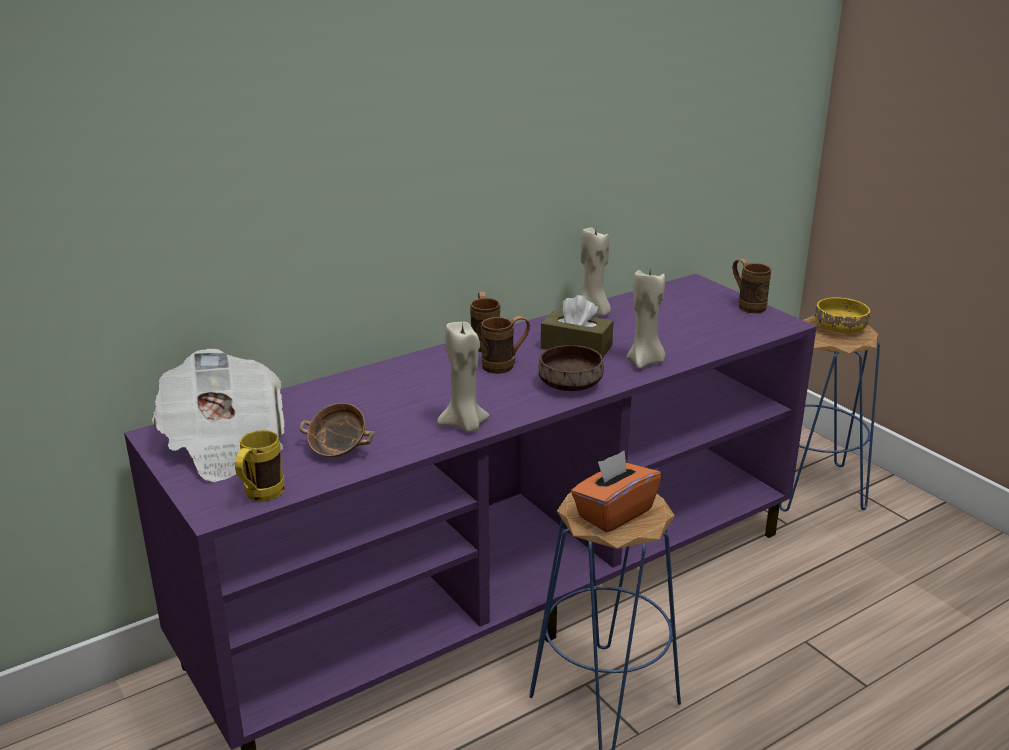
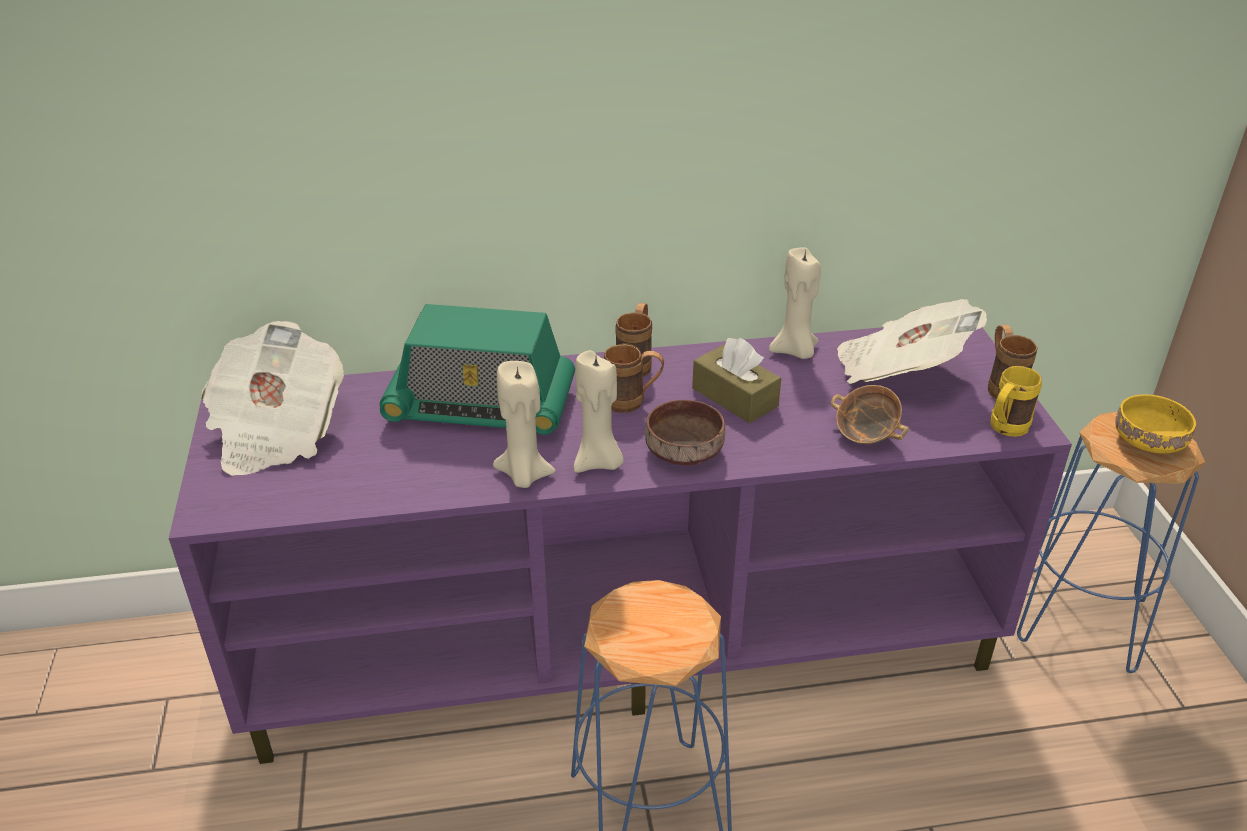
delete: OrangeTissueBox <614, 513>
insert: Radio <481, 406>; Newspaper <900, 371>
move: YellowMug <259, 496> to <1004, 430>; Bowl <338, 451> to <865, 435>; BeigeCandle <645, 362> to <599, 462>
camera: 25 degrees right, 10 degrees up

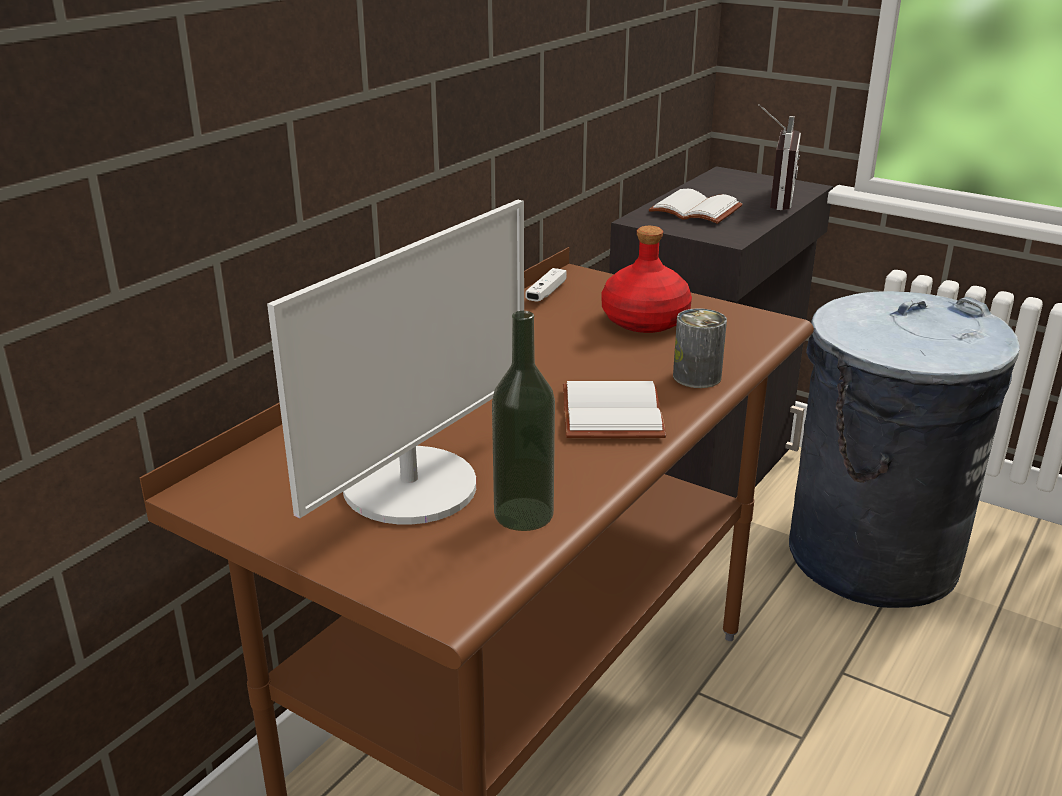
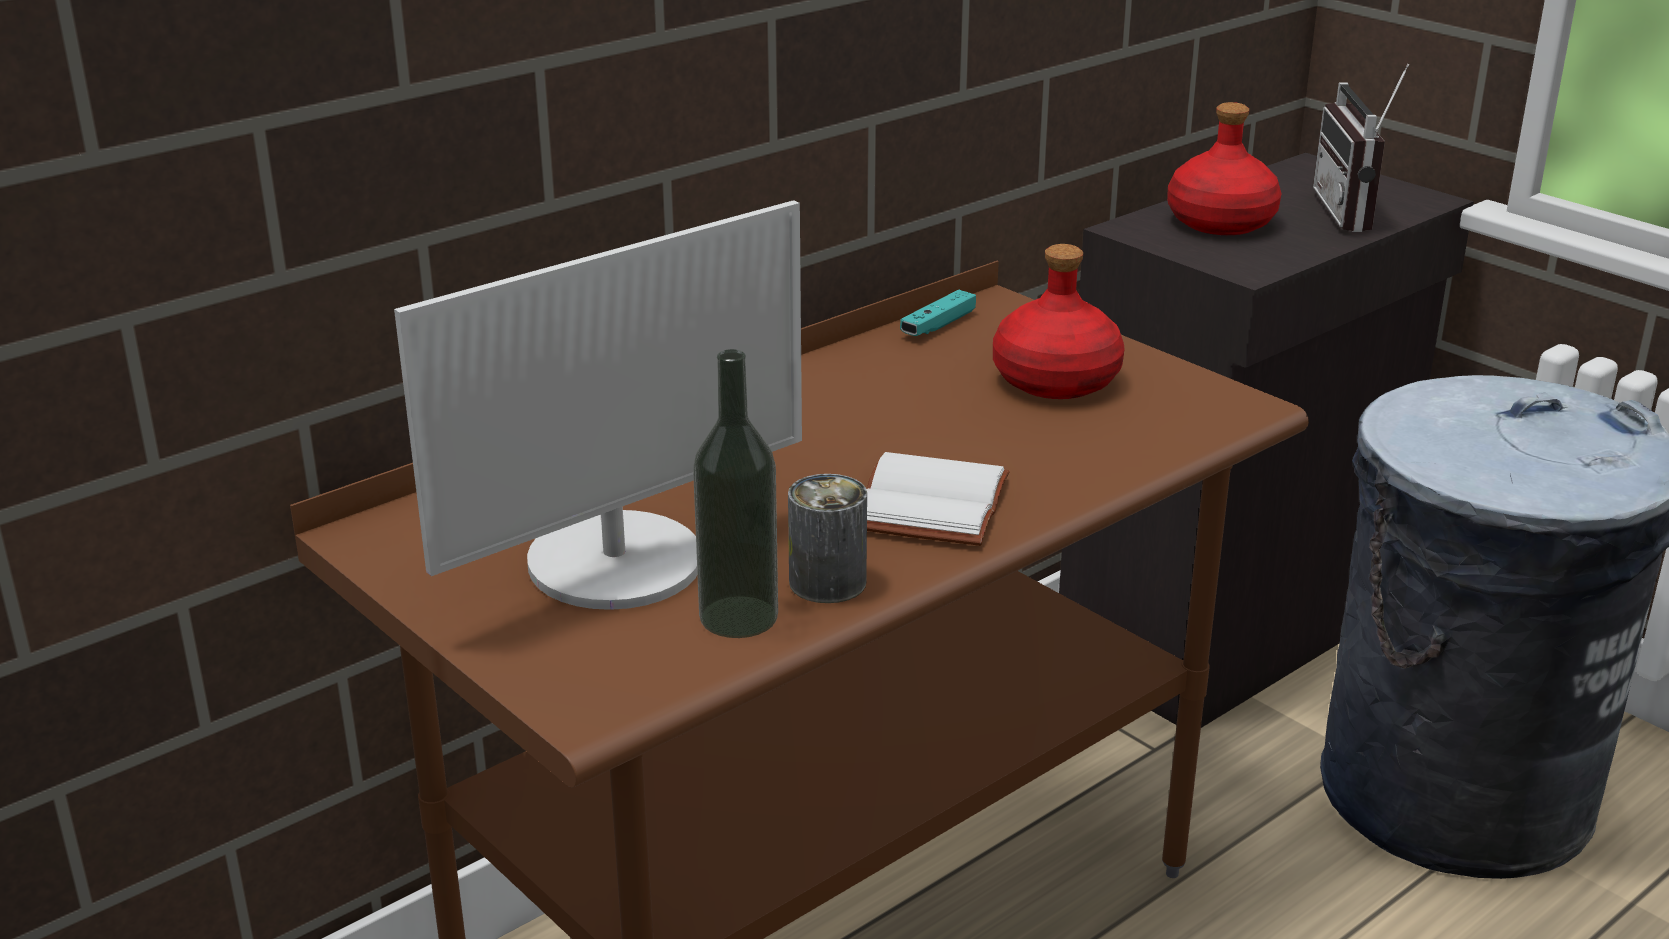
move: Can <697, 377> to <827, 582>
replace: WhiteBook <693, 211> to RedBottle <1219, 222>
recolor: WhiteGameController <546, 293> to TurquoiseGameController <938, 325>
rotate: Radio <771, 198> = <1357, 213> 150 degrees clockwise
camera: 15 degrees right, 0 degrees up

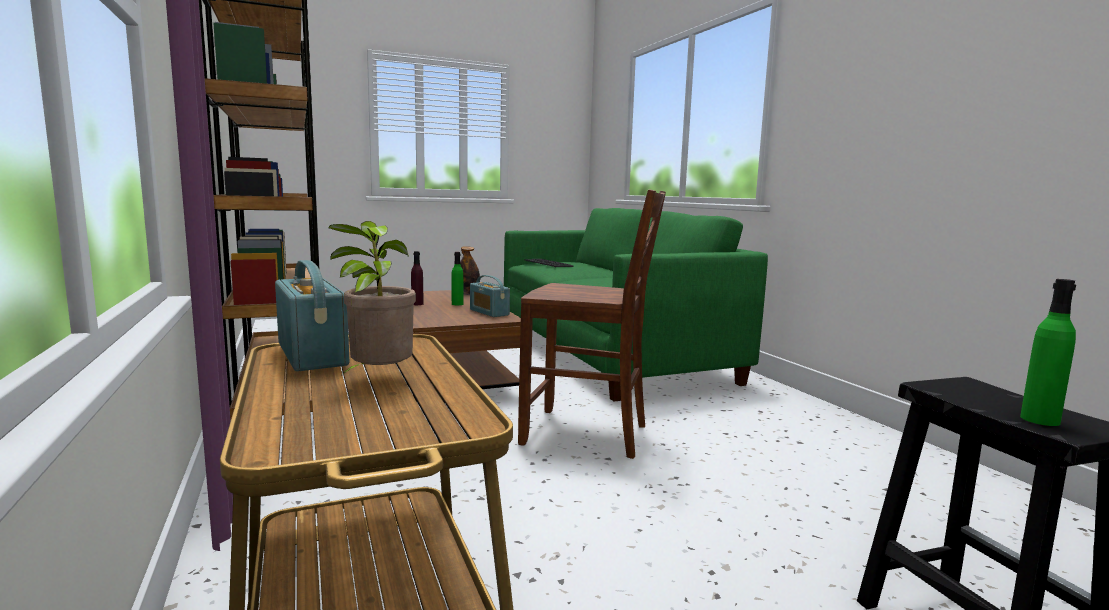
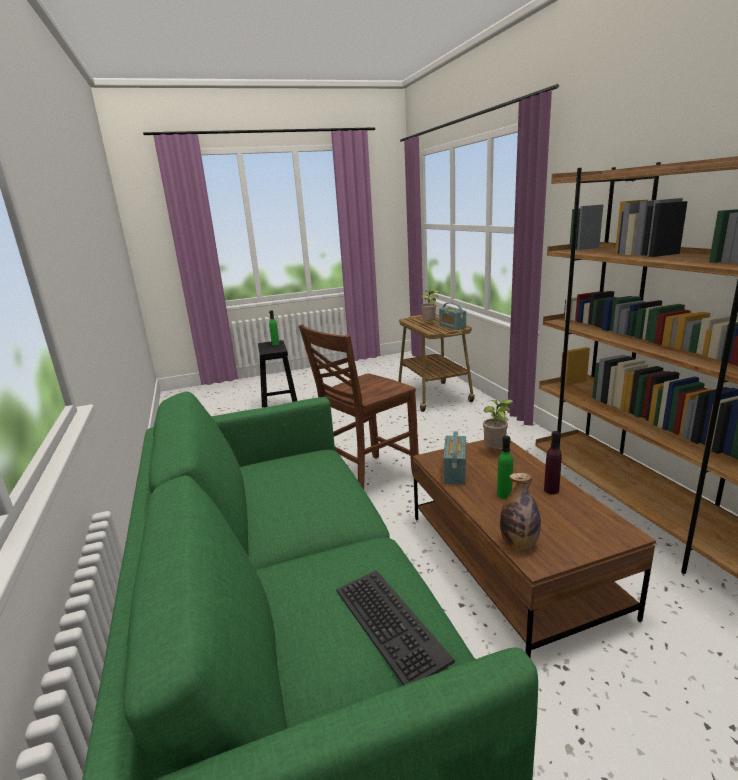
insert: PottedPlant <496, 451>
rotate: Radio <489, 312> = <454, 472> 135 degrees counterclockwise; BrownChair <587, 434> = <368, 480> 60 degrees counterclockwise
camera: 175 degrees left, 10 degrees up

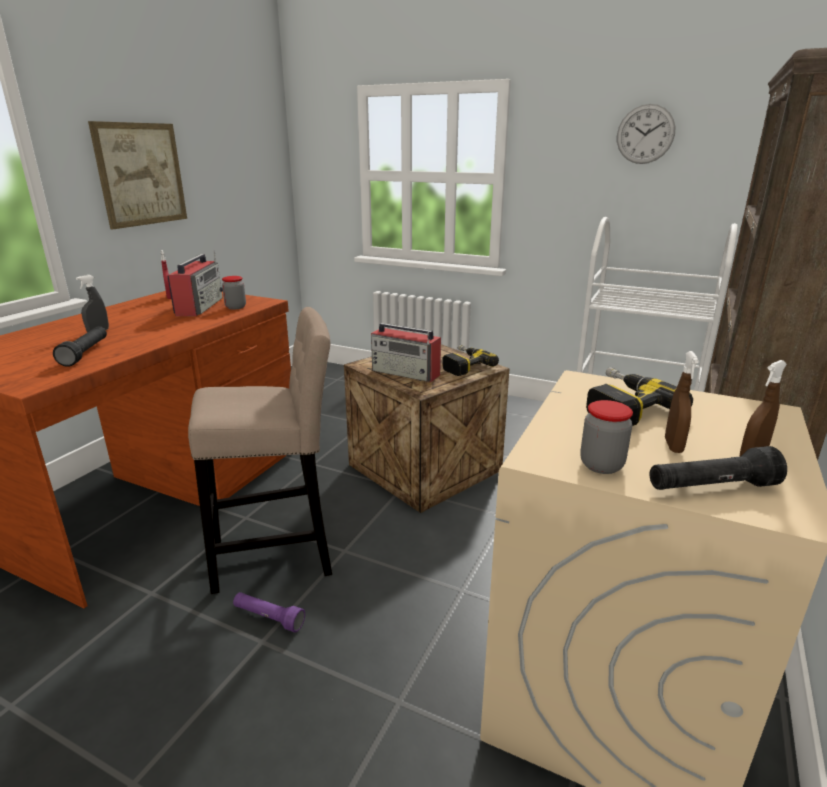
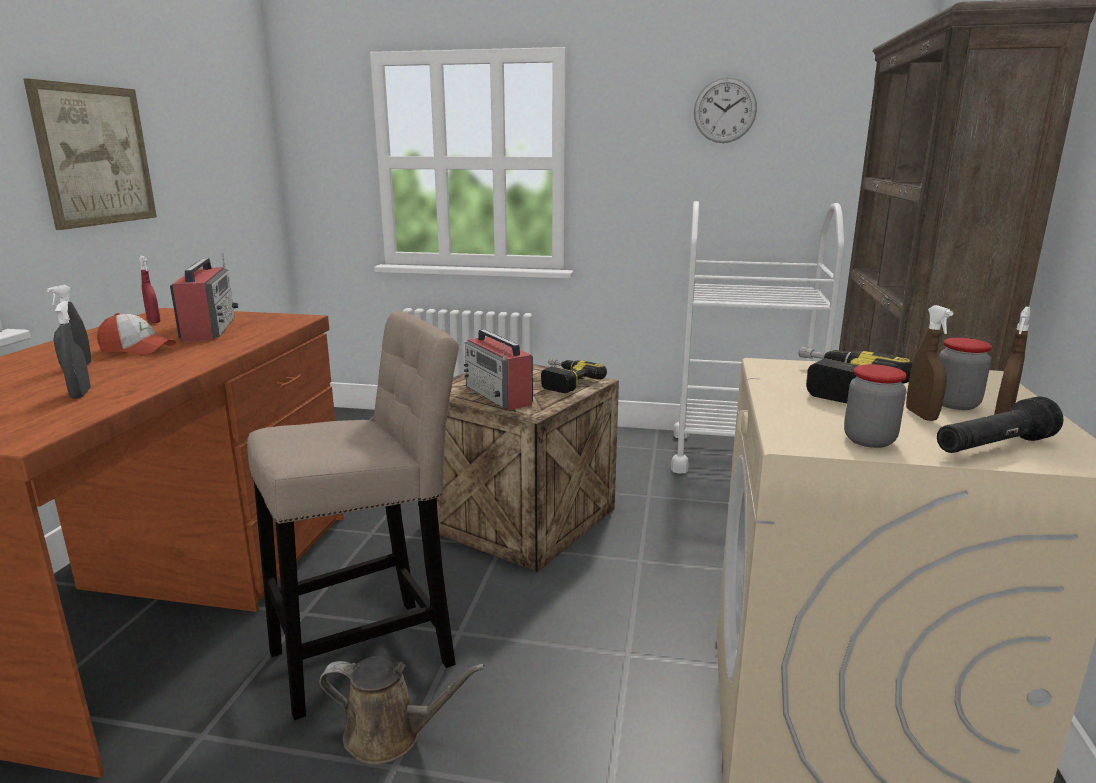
insert: Cap <137, 350>
move: Jar <235, 307> to <955, 404>
replace: BlackFlashlight <86, 353> to GreySprayBottle <80, 394>; PurpleFlashlight <268, 618> to BrownWateringCan <391, 735>
rotate: Radio <406, 373> = <499, 396> 45 degrees clockwise
camera: 15 degrees left, 5 degrees down

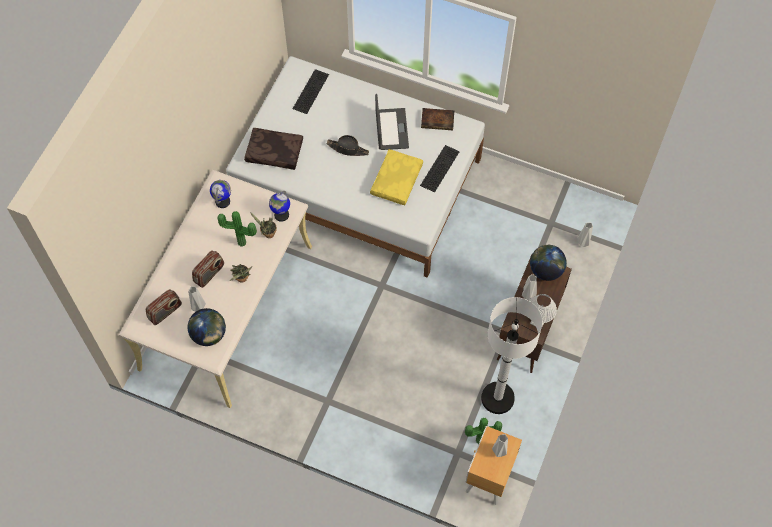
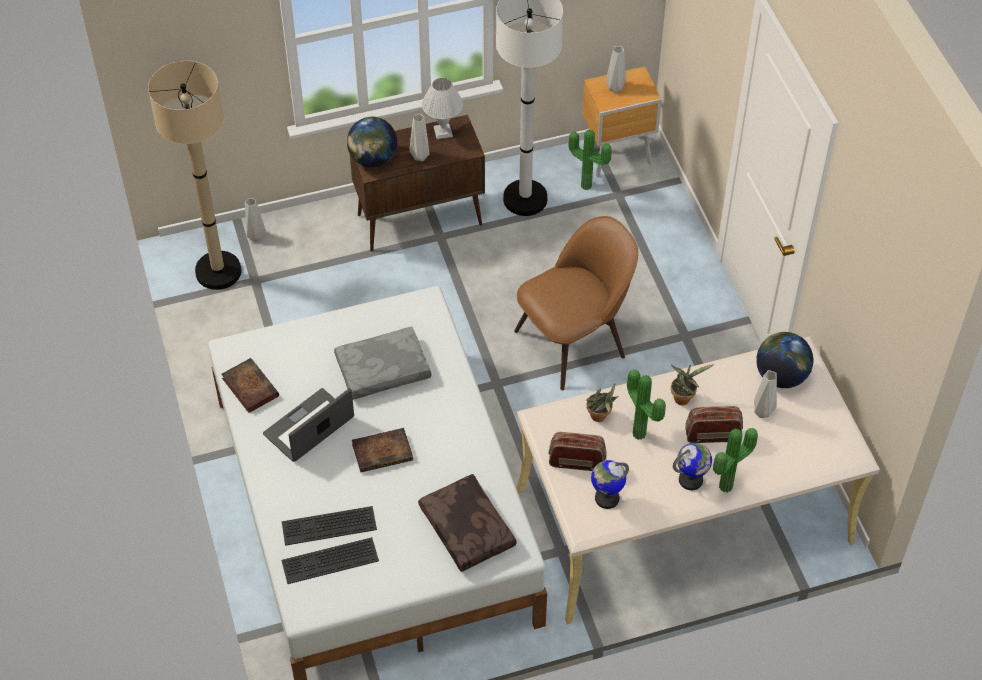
insert: BeigeFloorLamp <218, 271>; BrownChair <574, 341>; PottedPlant <728, 488>
move: Radio <165, 312> to <576, 461>; Globe <281, 215> to <691, 480>; Keyboard <439, 167> to <328, 527>
replace: BlackHat <348, 149> to Book <384, 452>
recolor: YellowPillow <396, 180> to GreyPillow <382, 371>
camera: 130 degrees left, 10 degrees down

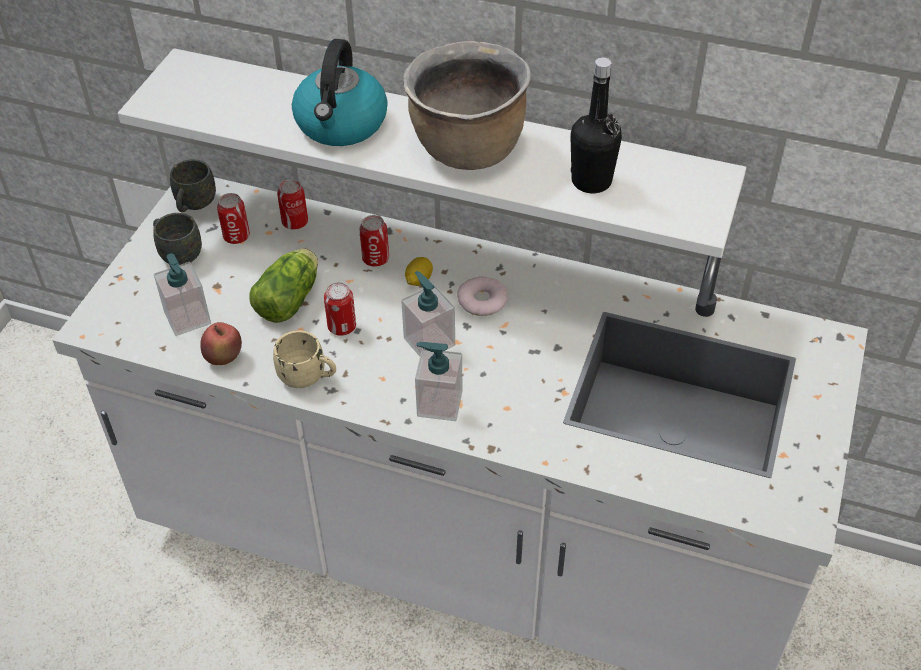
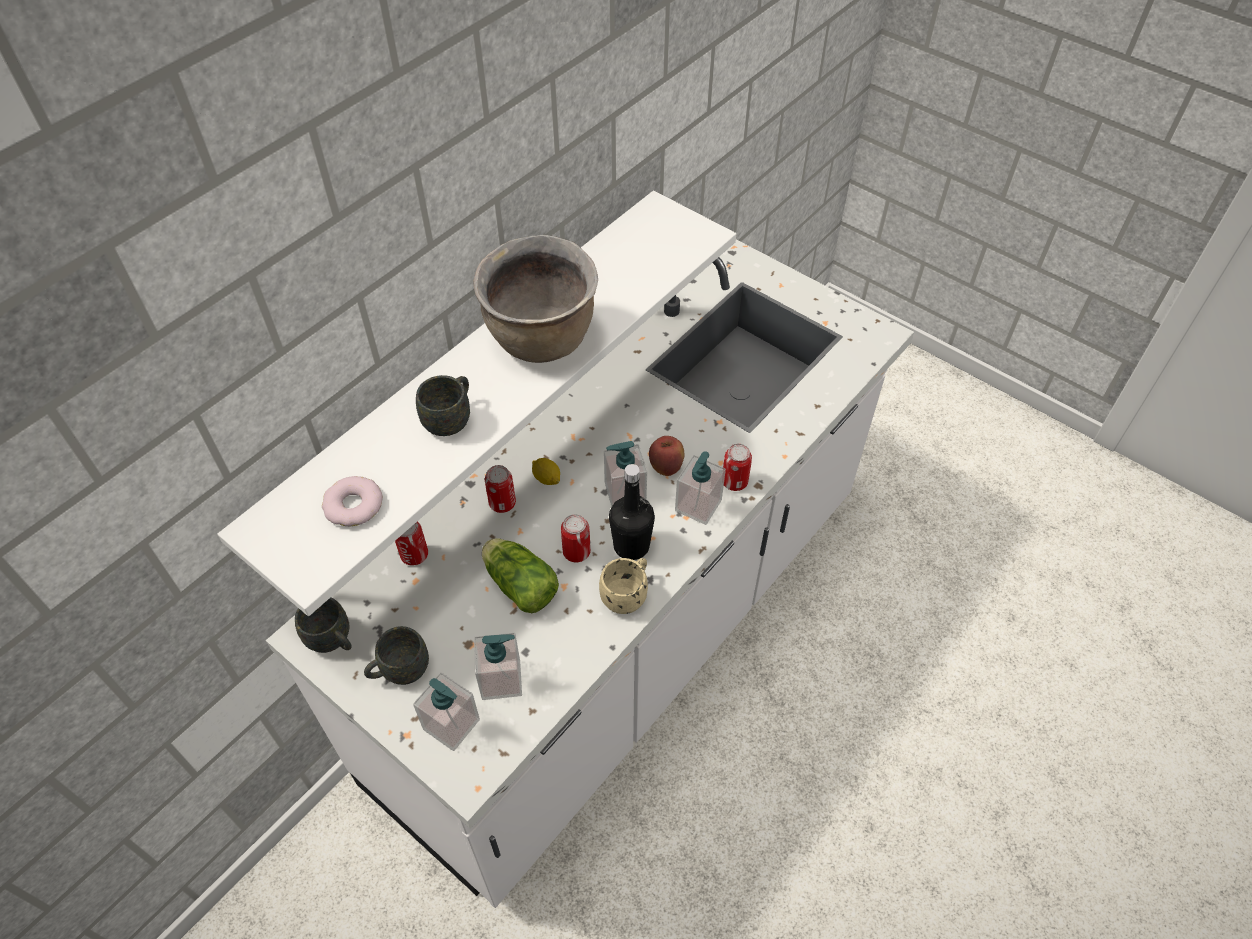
insert: SoapDispenser <451, 724>
move: Apple <224, 358> to <666, 467>; Can <236, 236> to <734, 482>; Donut <482, 300> to <353, 506>; BlackBottle <591, 181> to <631, 546>
replace: Kettle <341, 124> to GreyMug <451, 418>
camera: 70 degrees left, 5 degrees up

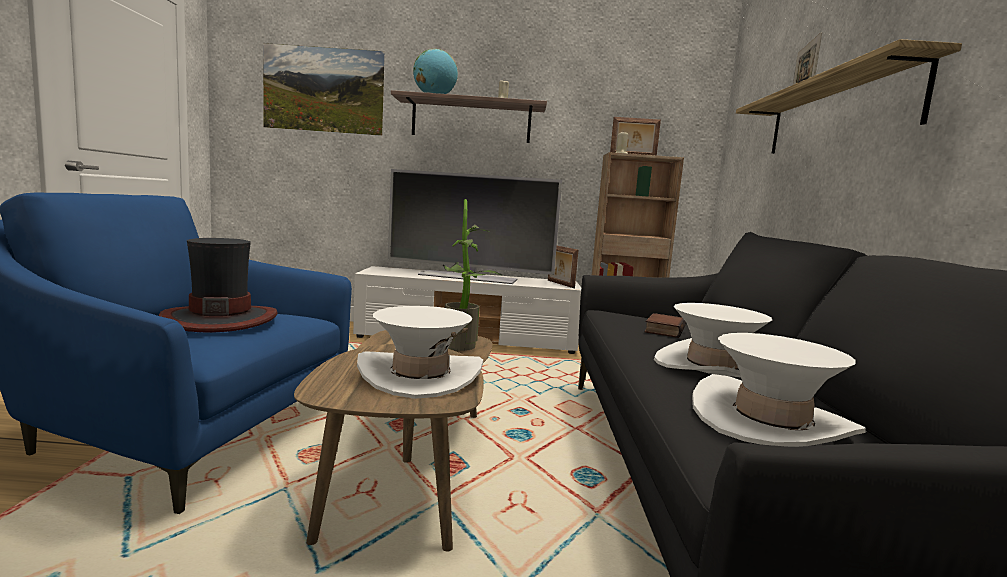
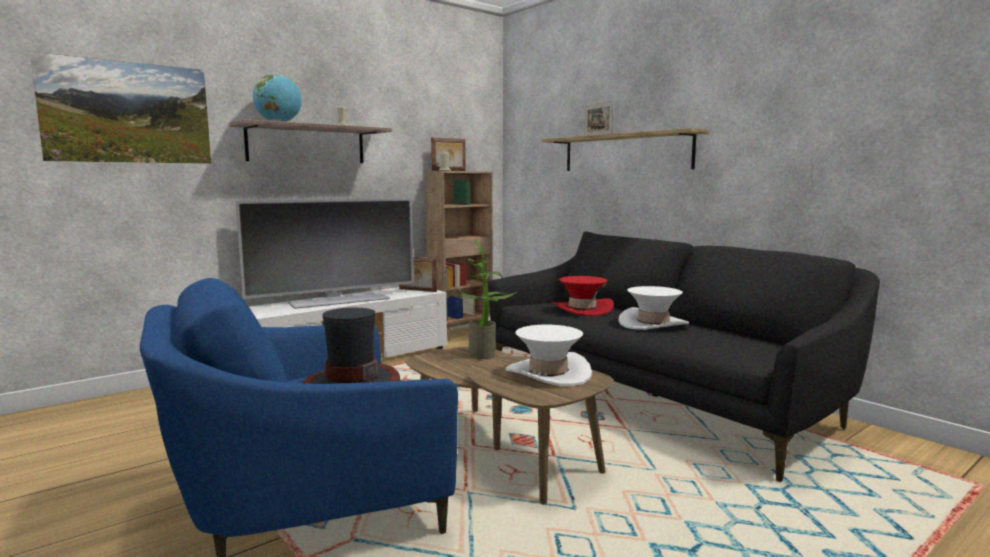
delete: WhiteHat <771, 421>
replace: Book <663, 330> to RedHat <582, 309>
camera: 40 degrees left, 0 degrees up

